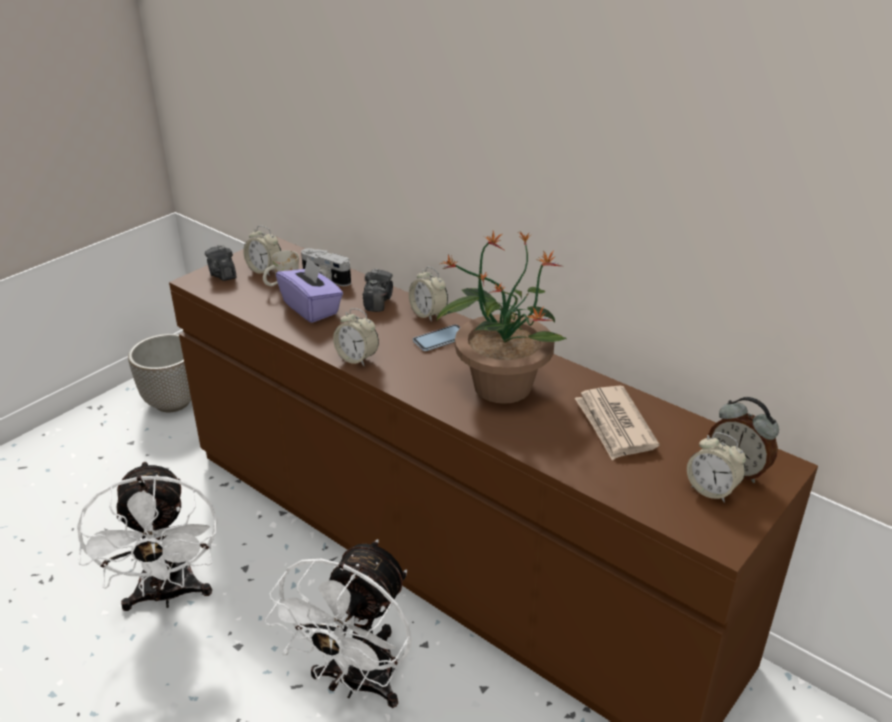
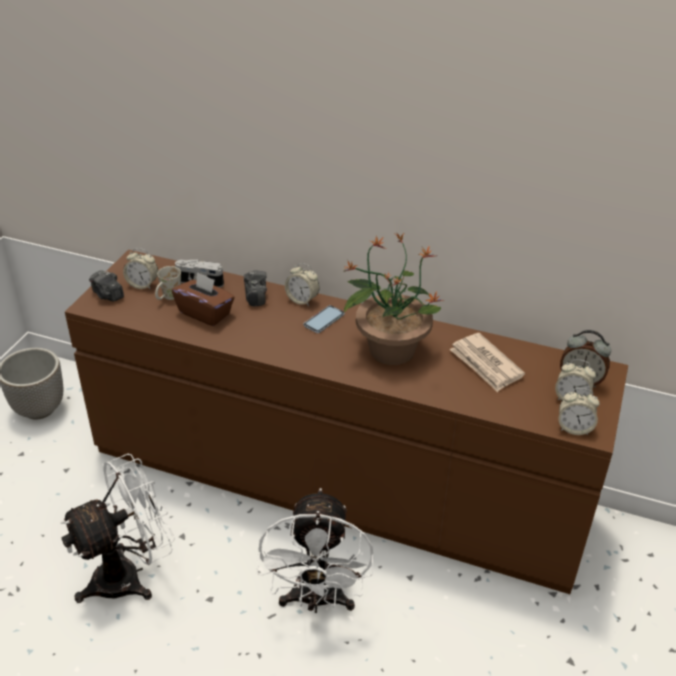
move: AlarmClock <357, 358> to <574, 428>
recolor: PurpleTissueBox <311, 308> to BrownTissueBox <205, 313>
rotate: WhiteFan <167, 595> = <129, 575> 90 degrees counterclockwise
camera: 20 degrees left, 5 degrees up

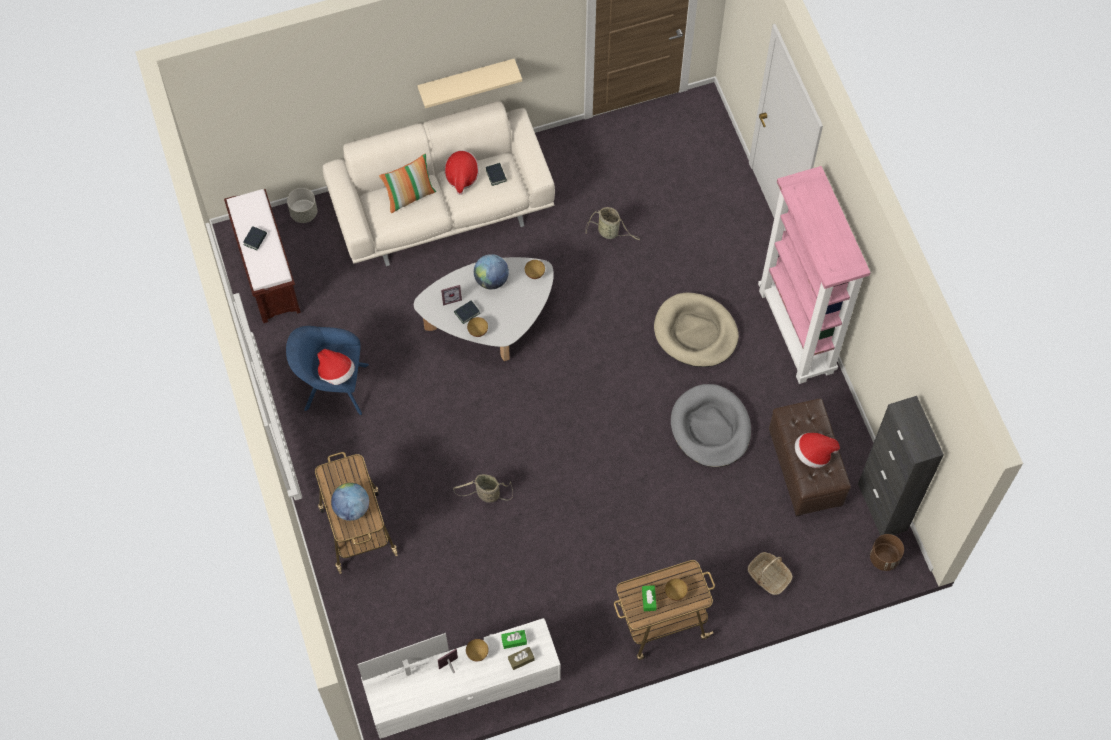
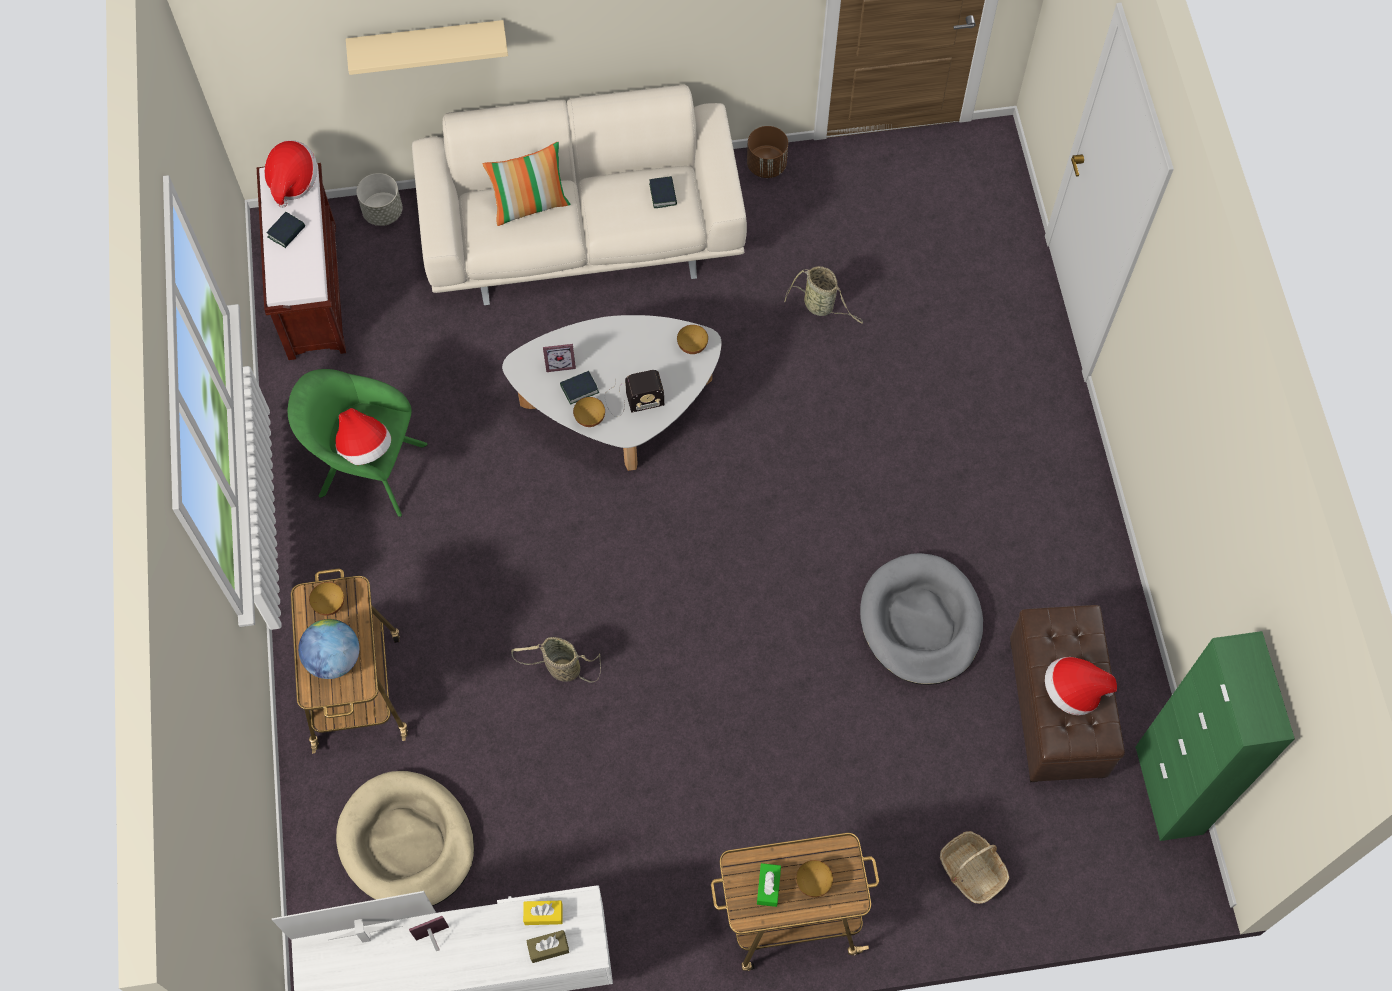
delete: Globe <491, 280>; PinkBookcase <797, 332>
insert: Radio <632, 399>
move: BeigeShelf <466, 79> to <427, 43>; Hat <461, 176> to <292, 181>; Bowl <477, 653> to <330, 605>; BeigeDogBed <695, 332> to <407, 842>; BrownPlanter <884, 558> to <766, 165>
recolor: BlueArmchair <332, 386> to GreenArmchair <367, 468>; GreenTissueBox <514, 640> to YellowTissueBox <543, 914>; BlackCabinet <882, 507> to GreenCabinet <1168, 790>
camera: 10 degrees right, 0 degrees up

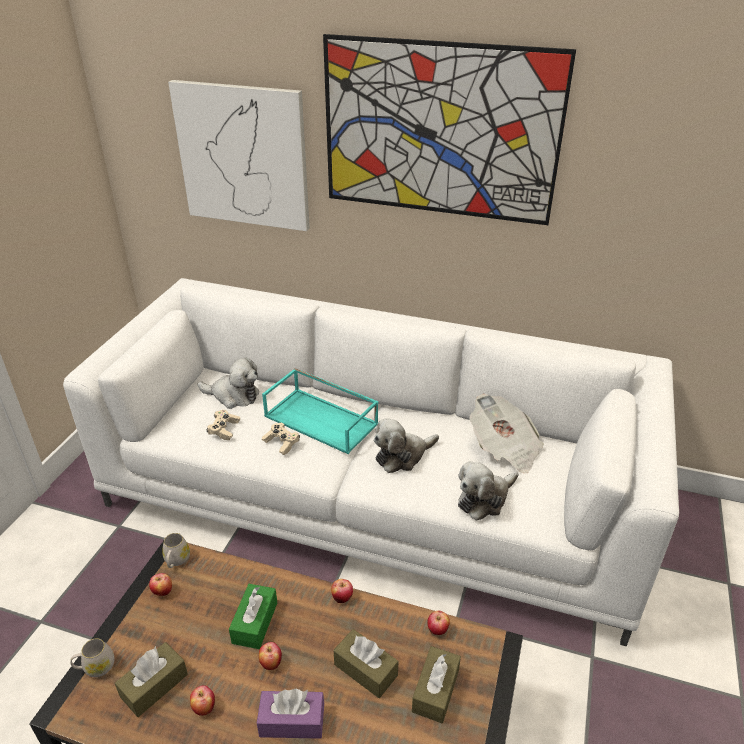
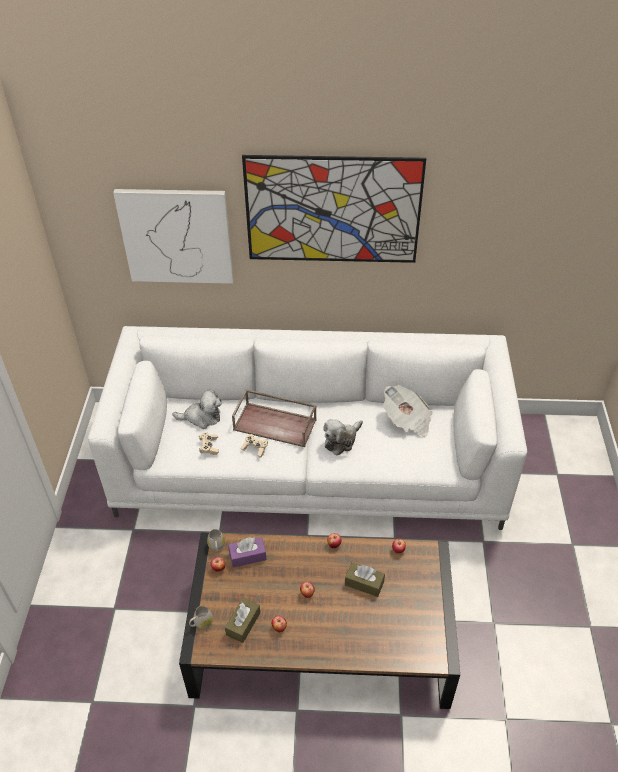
delete: GreenTissueBox <255, 622>; BrownTissueBox <435, 690>; PlushToy <484, 499>
move: PurpleTissueBox <292, 721> to <247, 556>
recolor: TurquoiseTray <322, 420> to BrownTray <276, 424>
camera: 15 degrees left, 10 degrees up

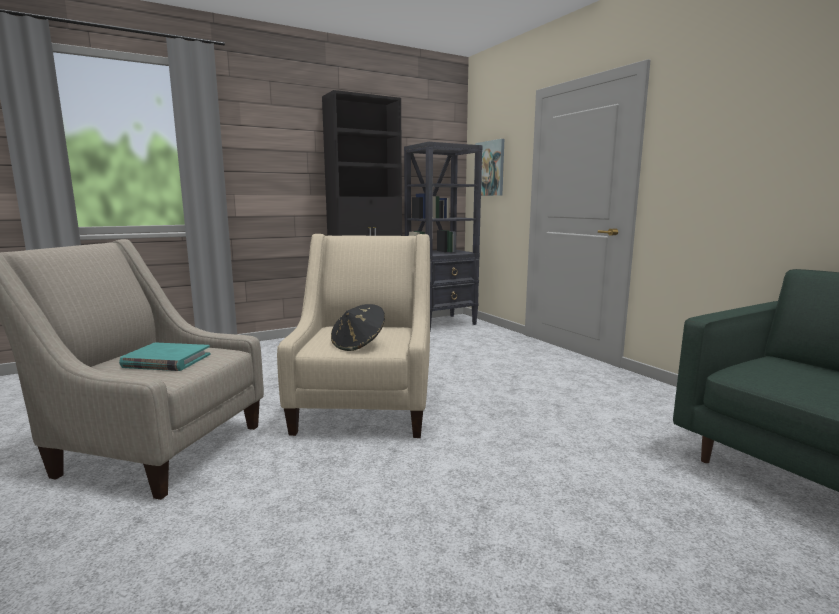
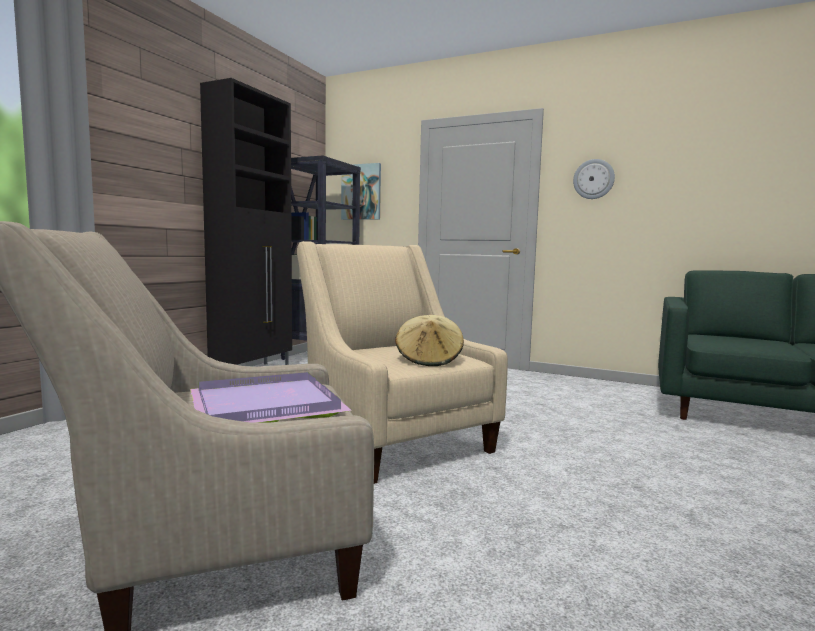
insert: WallClock <593, 179>
replace: TurquoiseBook <166, 361> to PurpleTray <263, 405>
recolor: BlackHat <358, 344> to BeigeHat <429, 360>
camera: 35 degrees left, 5 degrees down

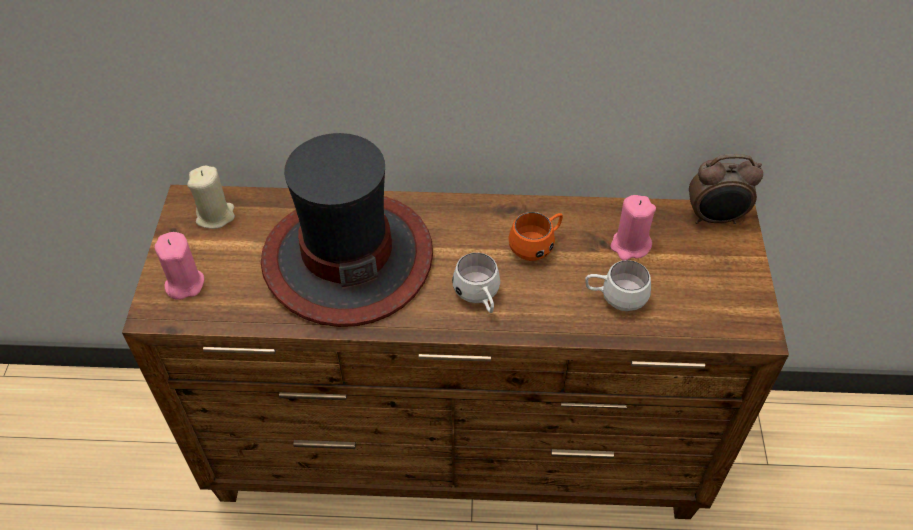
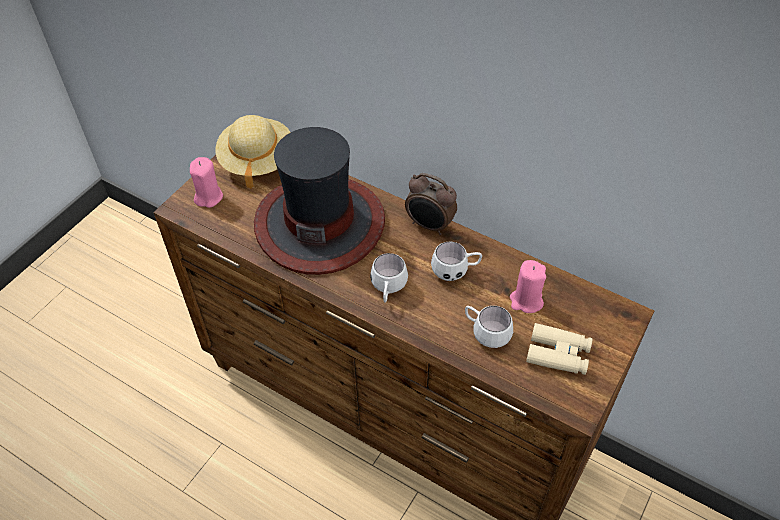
insert: BeigeBinoculars <558, 354>
move: AlarmClock <715, 218> to <429, 226>
replace: BeigeCandle <215, 216> to BeigeHat <257, 160>
recolor: OrangeMug <536, 246> to WhiteMug <455, 271>
camera: 30 degrees right, 0 degrees up

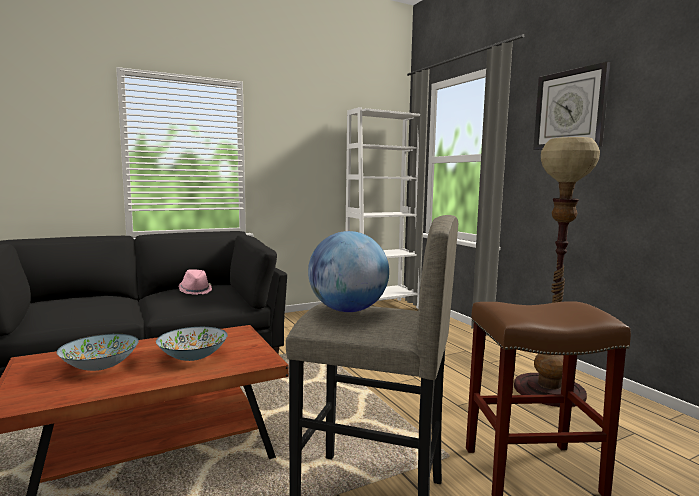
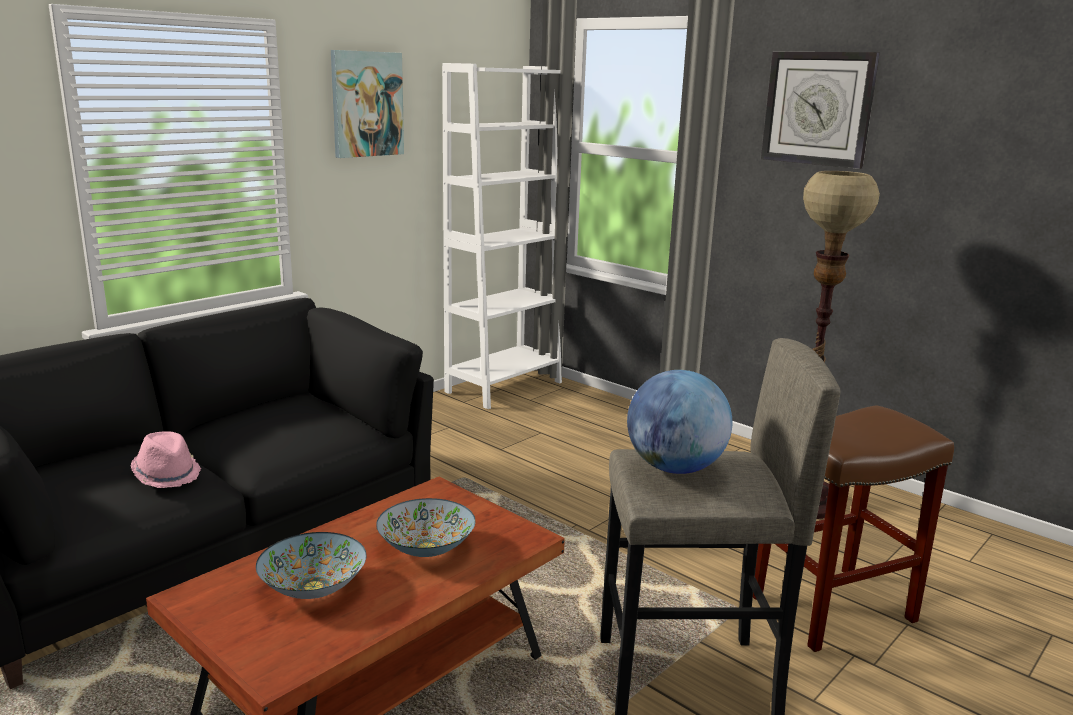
insert: Picture <366, 104>
move: PinkHat <195, 291> to <167, 474>
camera: 20 degrees left, 10 degrees up

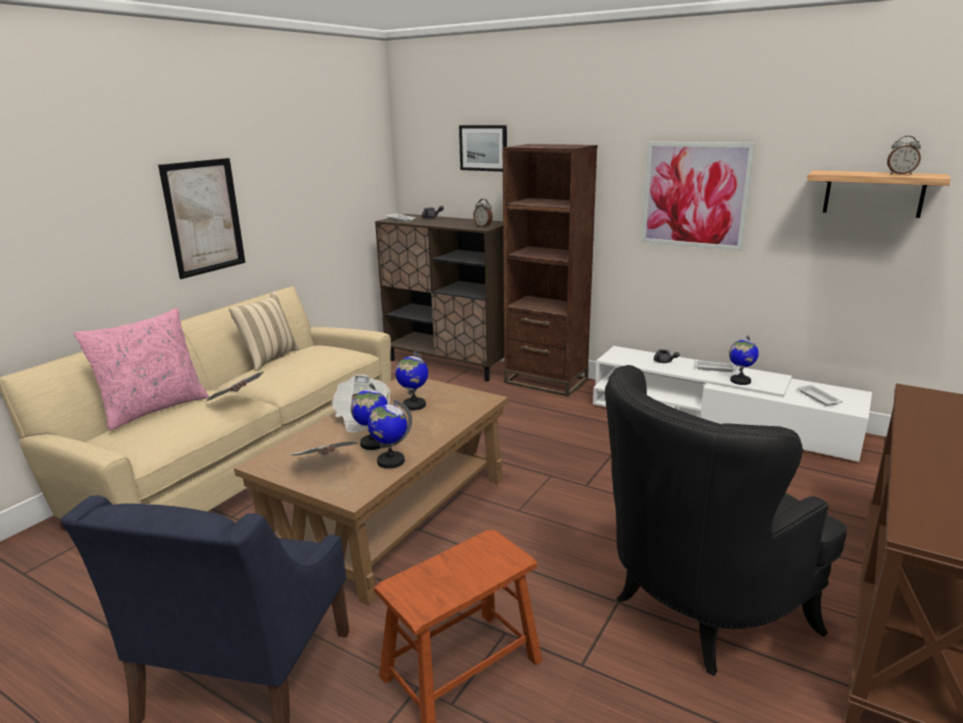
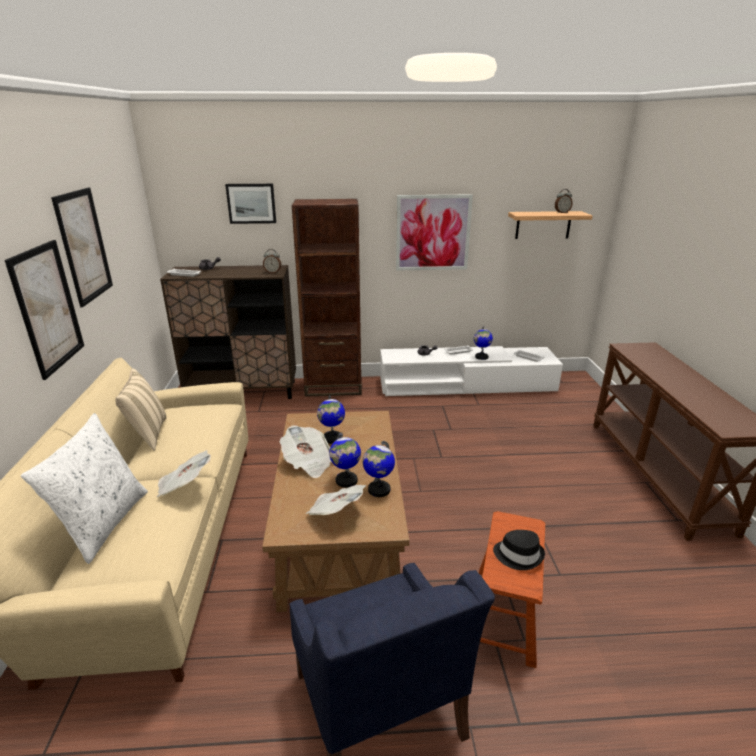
delete: BlackArmchair <697, 612>
insert: Picture <84, 246>; BlackHat <518, 555>
recolor: PinkPillow <154, 409> to WhitePillow <103, 523>
camera: 35 degrees left, 5 degrees up

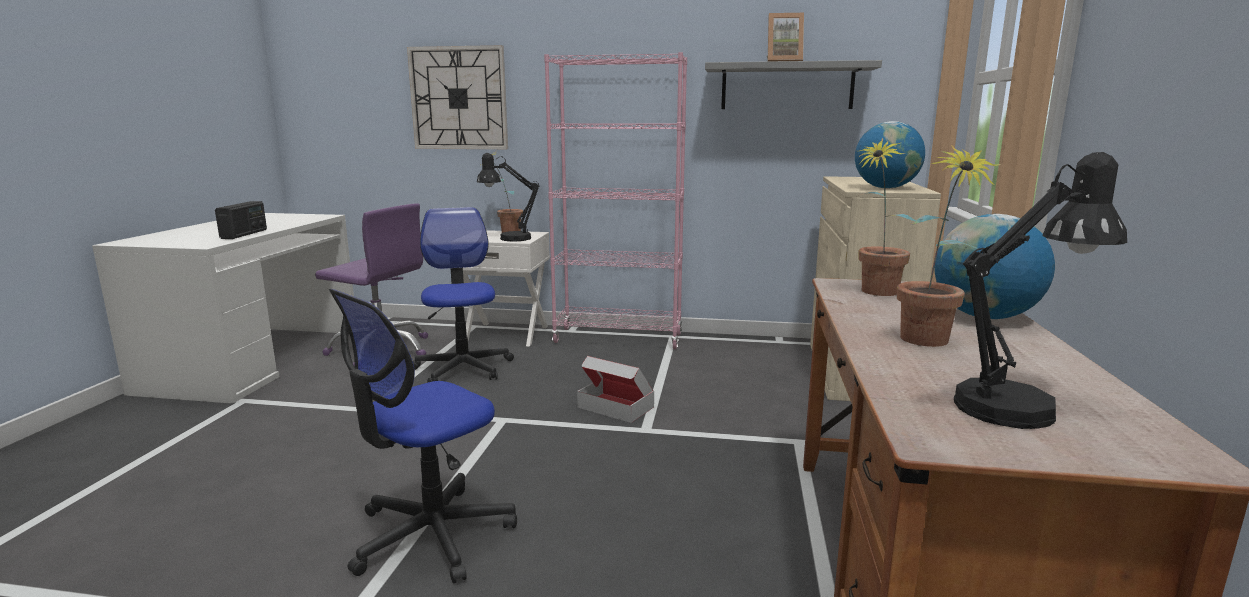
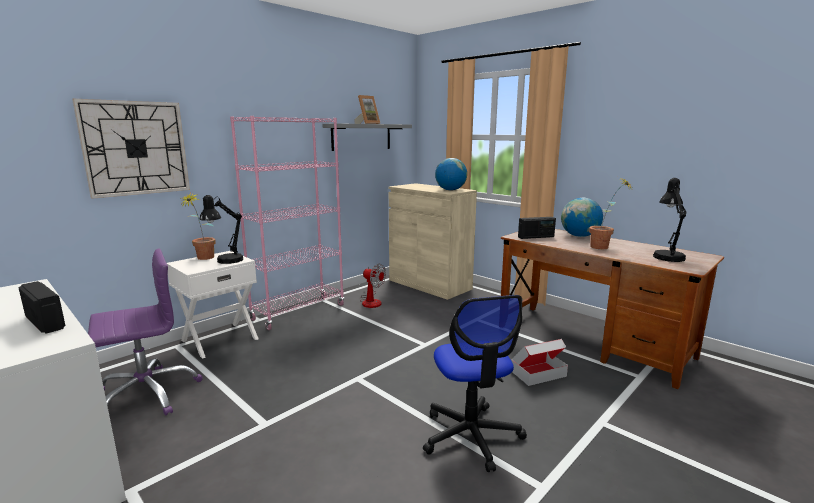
delete: OfficeChair <463, 368>
insert: Fan <371, 301>
move: CardboardBox <616, 407> to <538, 373>
replace: PottedPlant <874, 293> to Radio <536, 237>
camera: 55 degrees left, 0 degrees up

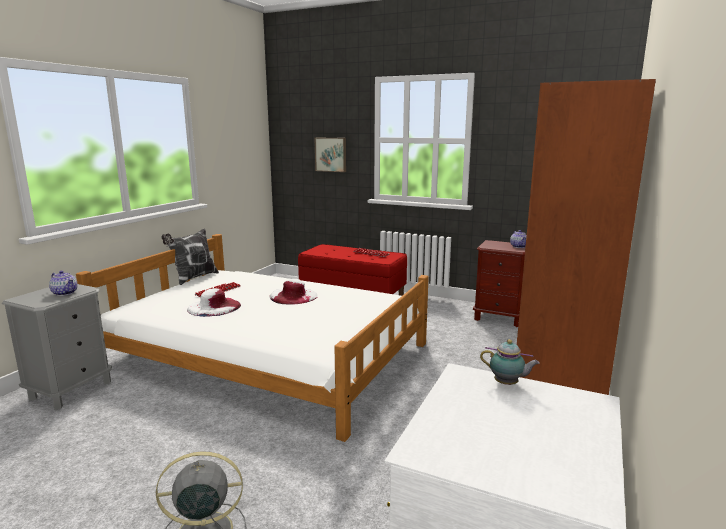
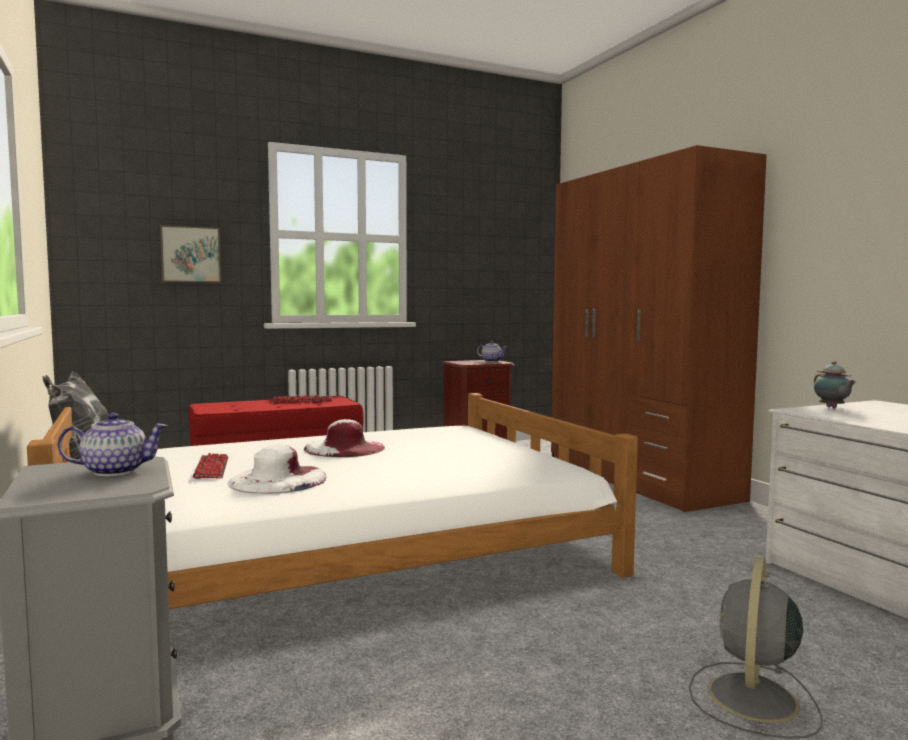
rotate: Teapot <507, 384> = <832, 407> 105 degrees clockwise
camera: 50 degrees left, 10 degrees down

